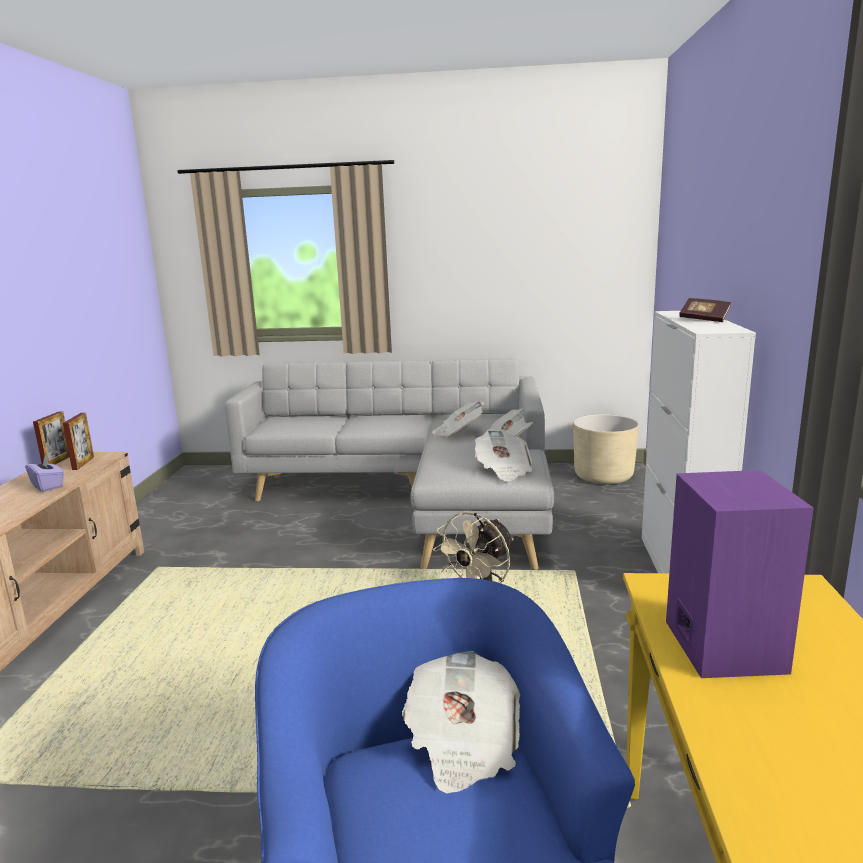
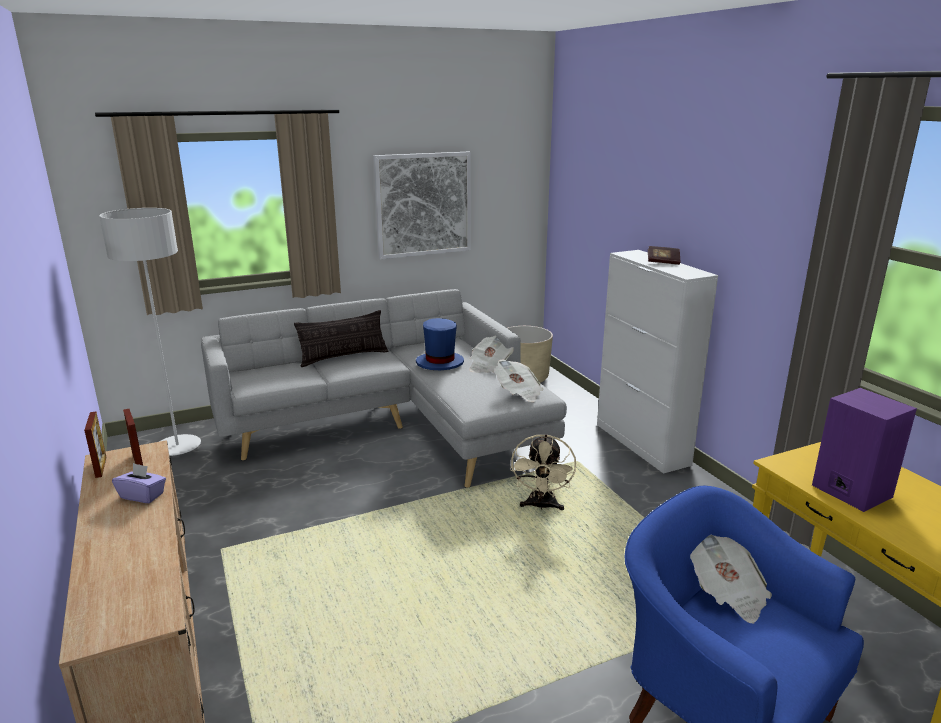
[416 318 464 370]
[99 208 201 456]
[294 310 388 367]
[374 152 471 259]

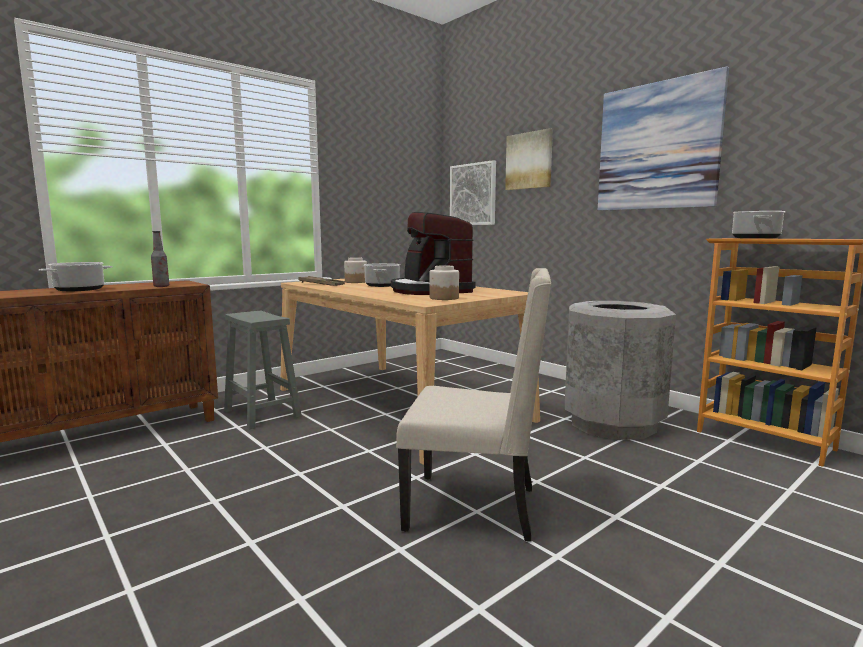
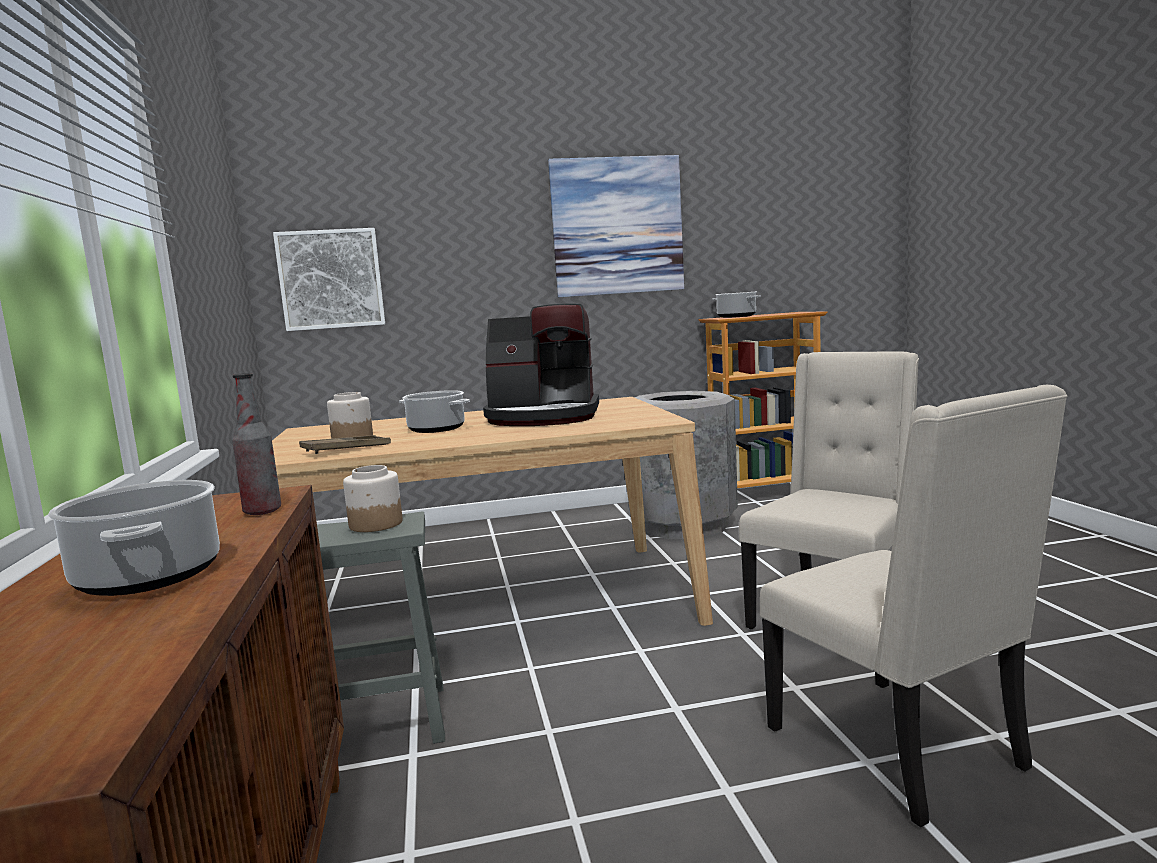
[343 465 402 532]
[505 128 553 190] (first image)
[760 385 1067 828]

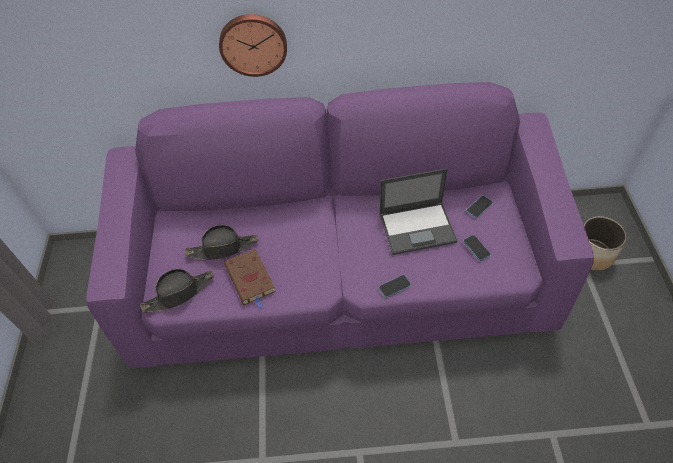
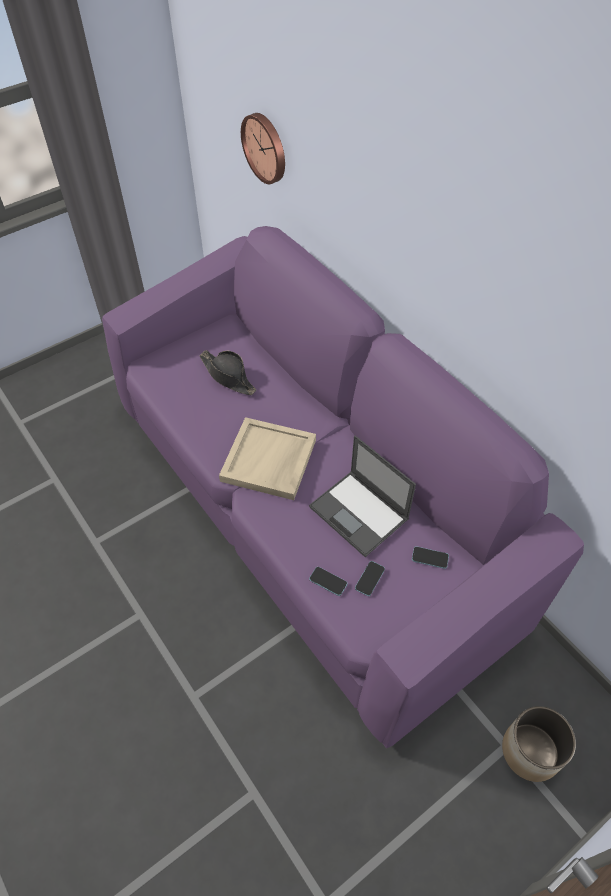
[140 269 214 312] (first image)
[241 113 285 184]
[224 249 276 309] (first image)
[309 567 347 596]
[219 417 316 500]

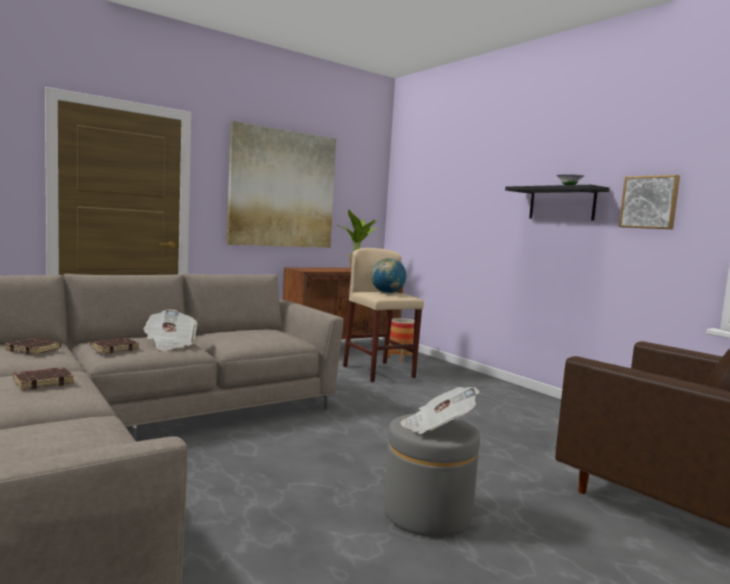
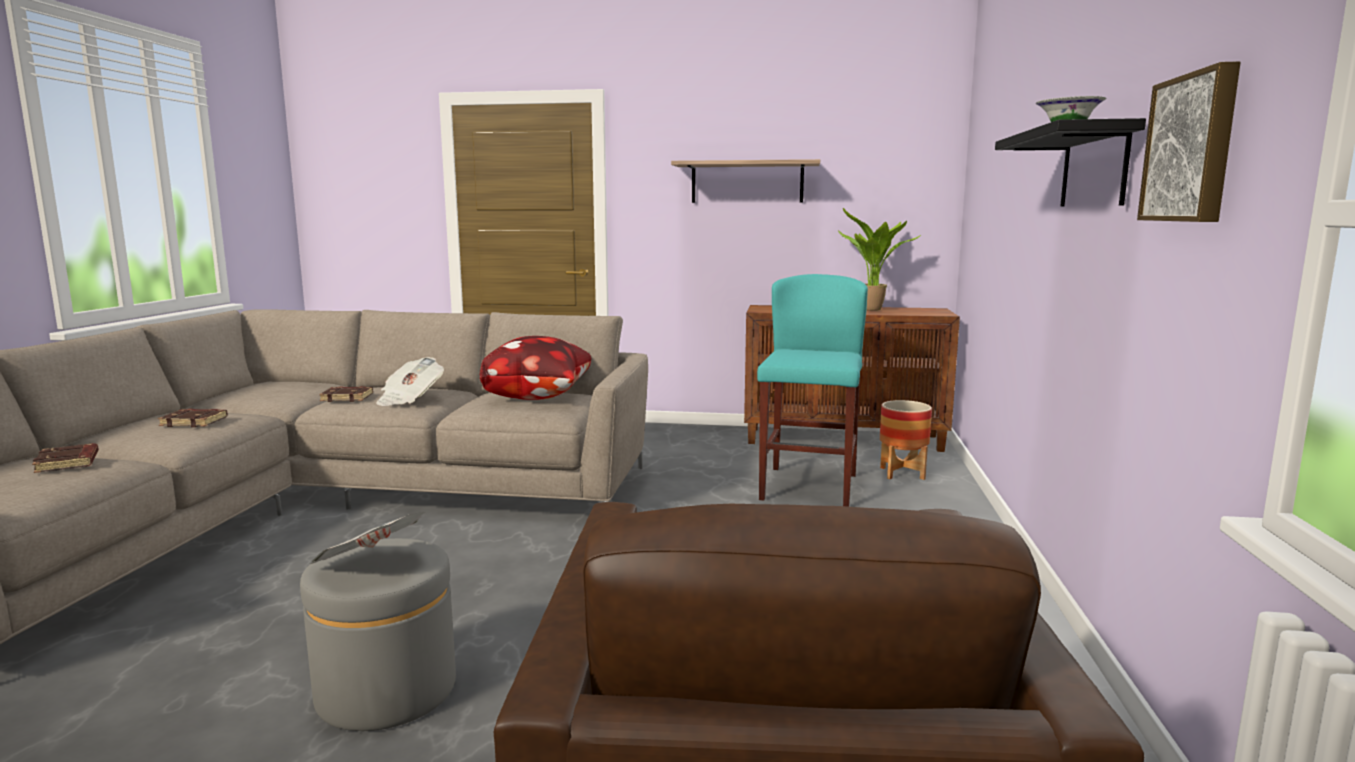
[32 443 99 473]
[671 159 820 203]
[757 274 868 507]
[371 258 406 294] (first image)
[480 336 591 400]

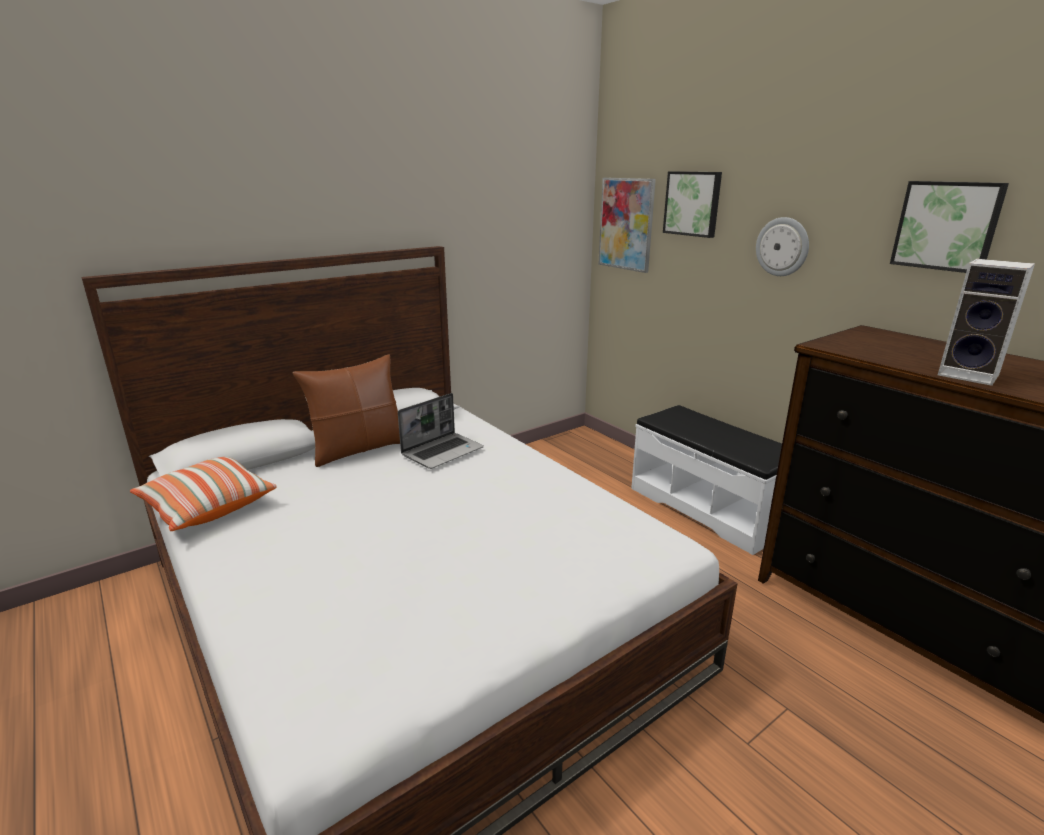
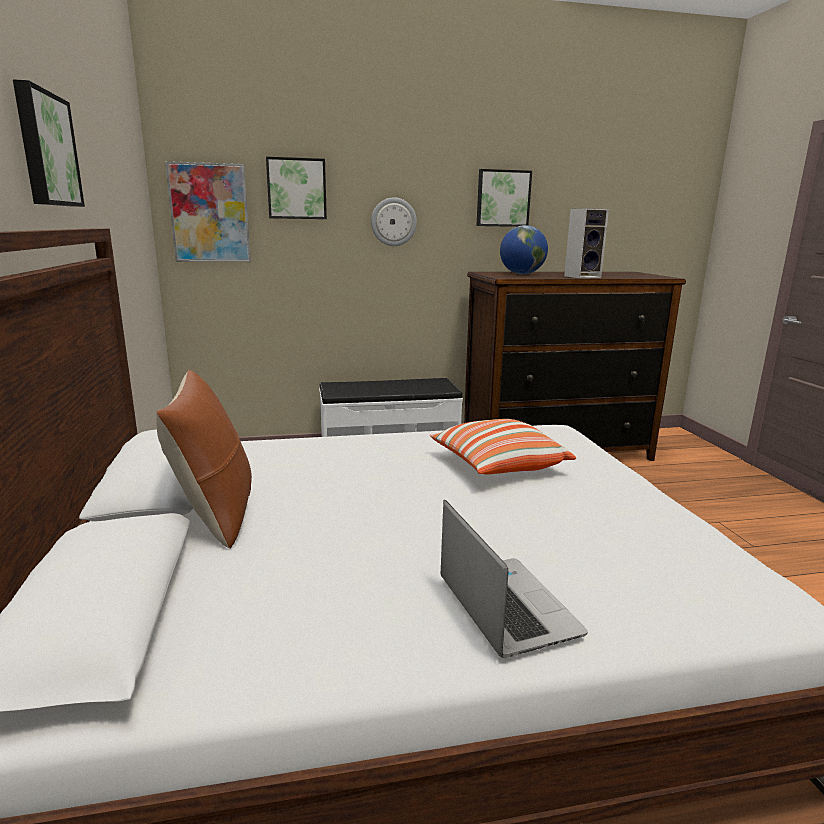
[430 419 576 475]
[441 500 588 658]
[13 79 85 207]
[500 225 548 274]

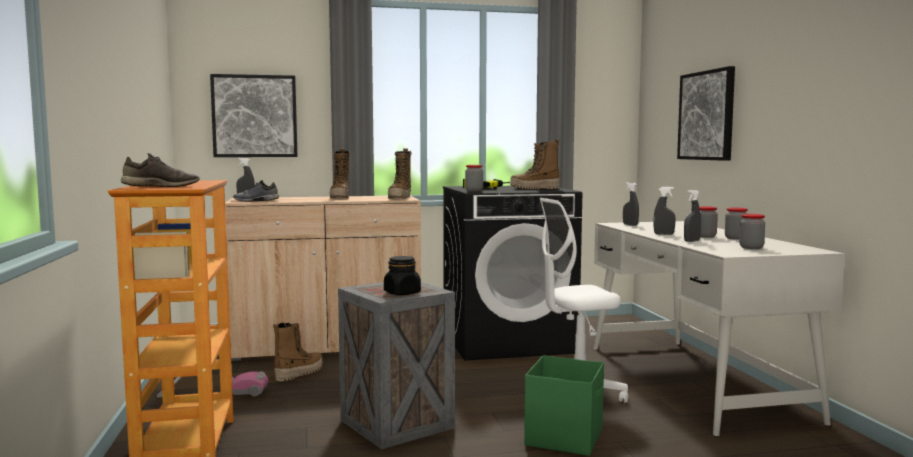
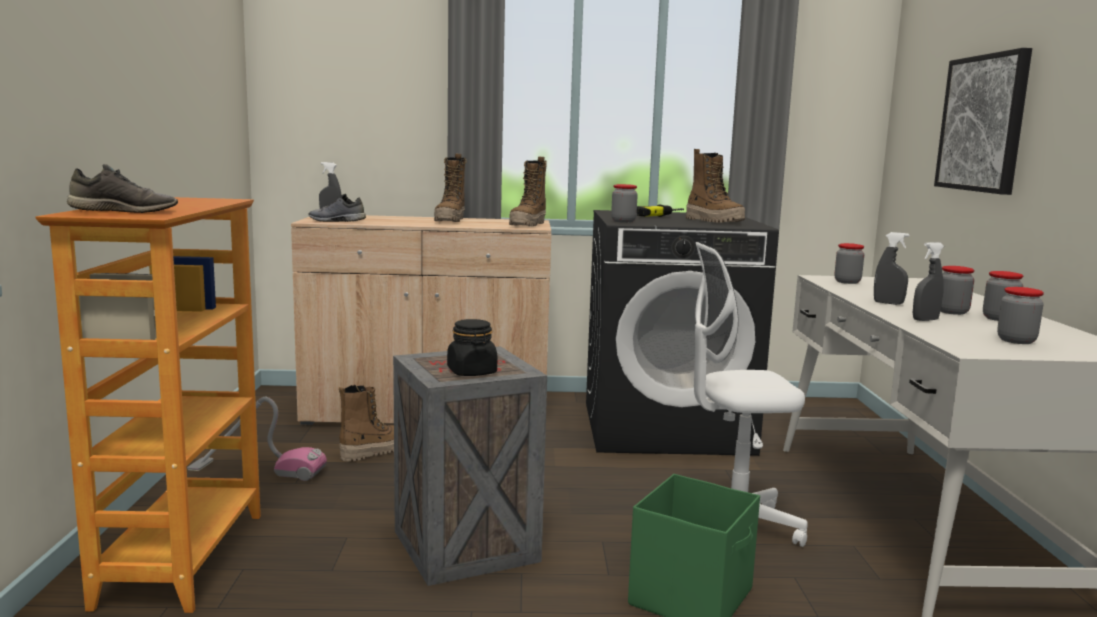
[210 74 297 157] (first image)
[686 149 745 223]
[835 243 864 284]

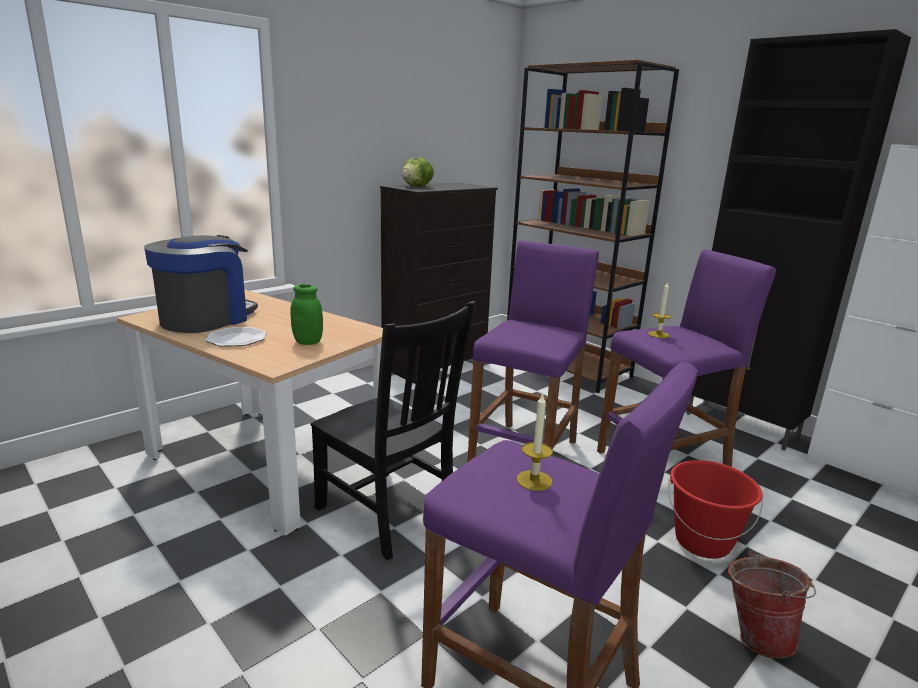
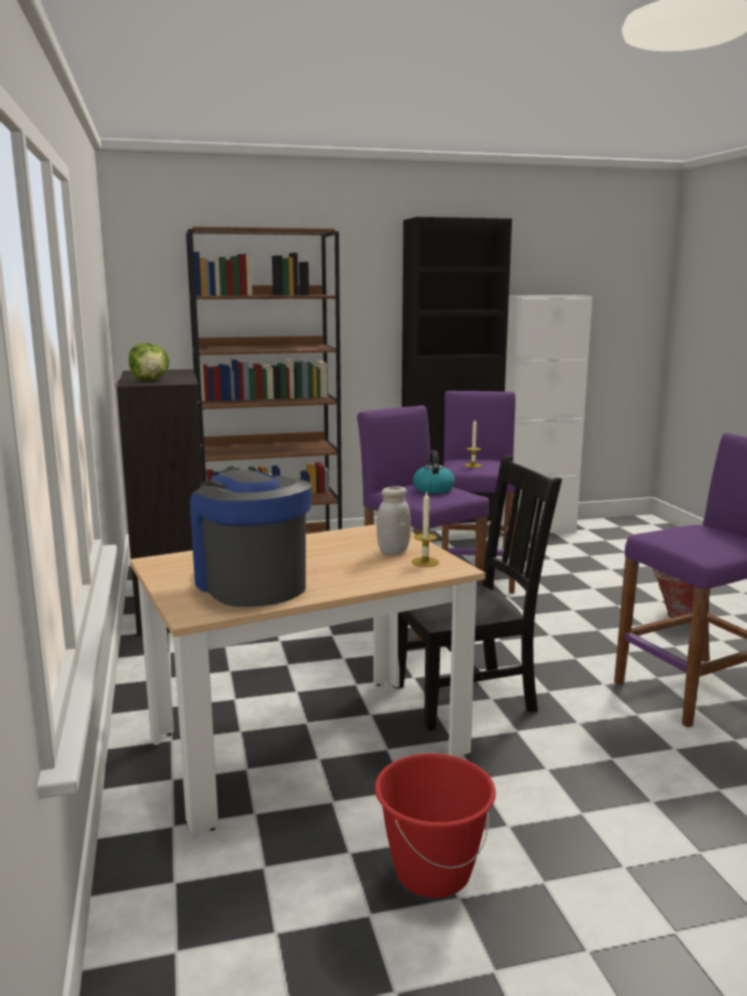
[206 327 267 347] (first image)
[377 486 411 555]
[412 491 439 567]
[375 753 496 898]
[413 450 455 494]

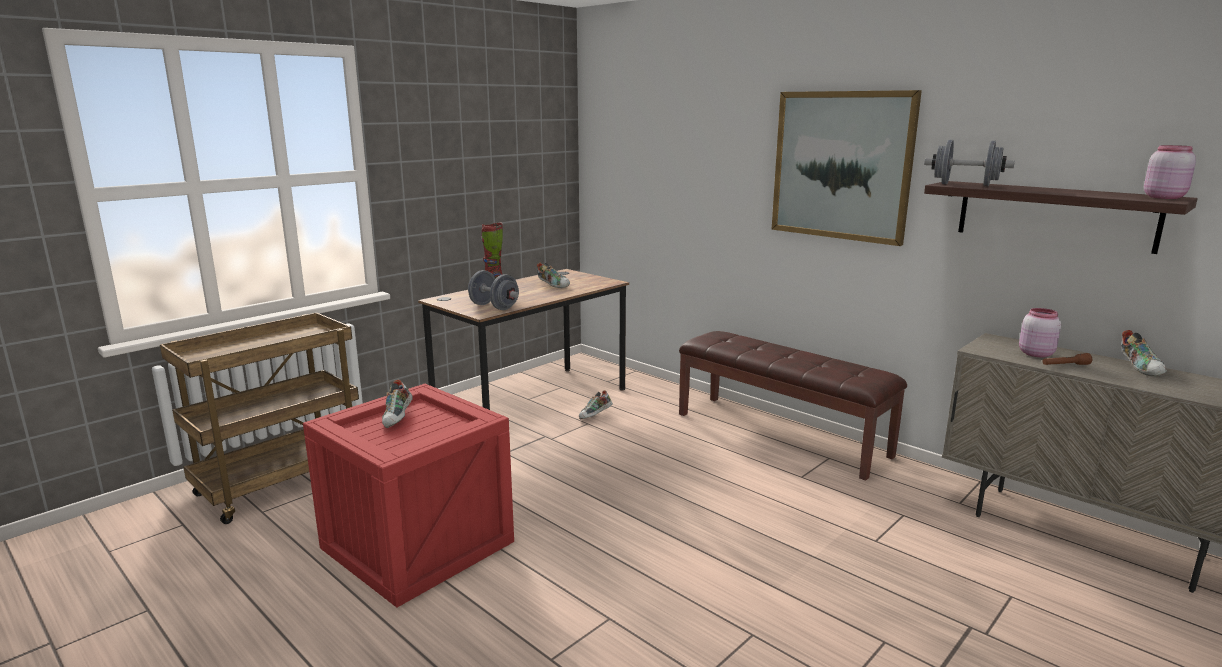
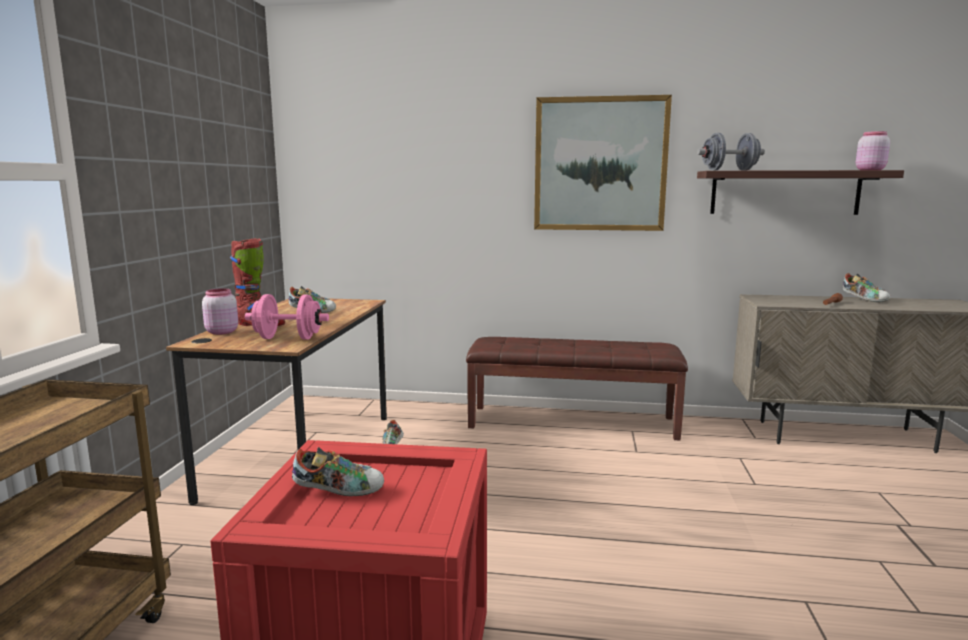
[292 447 384 496]
[245 294 329 339]
[202 288 238 335]

